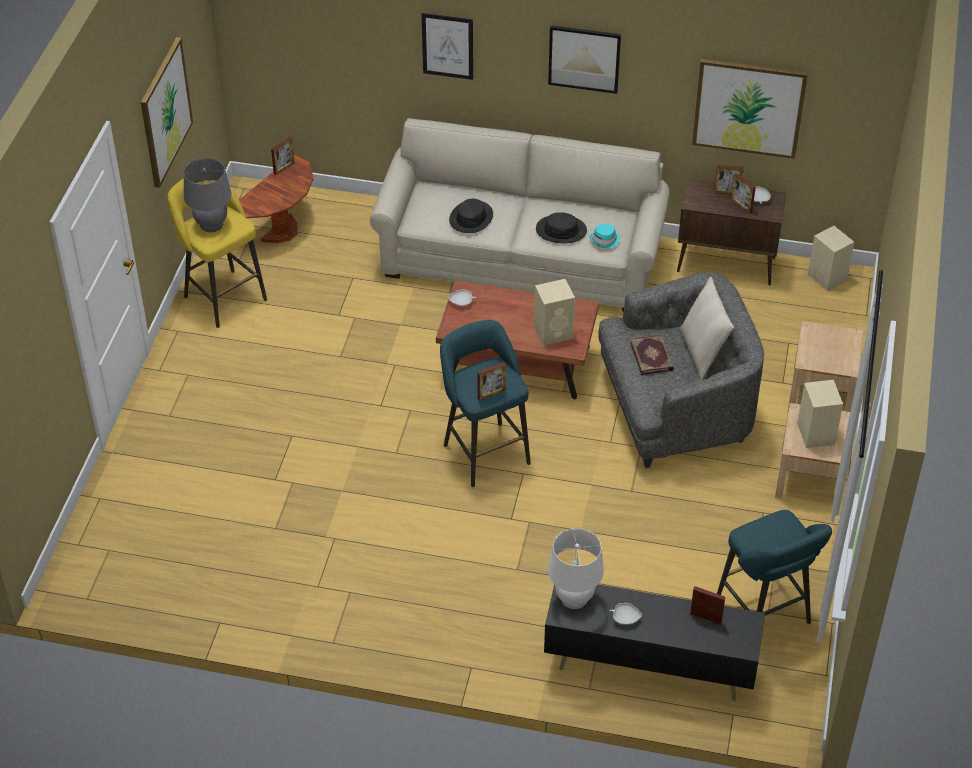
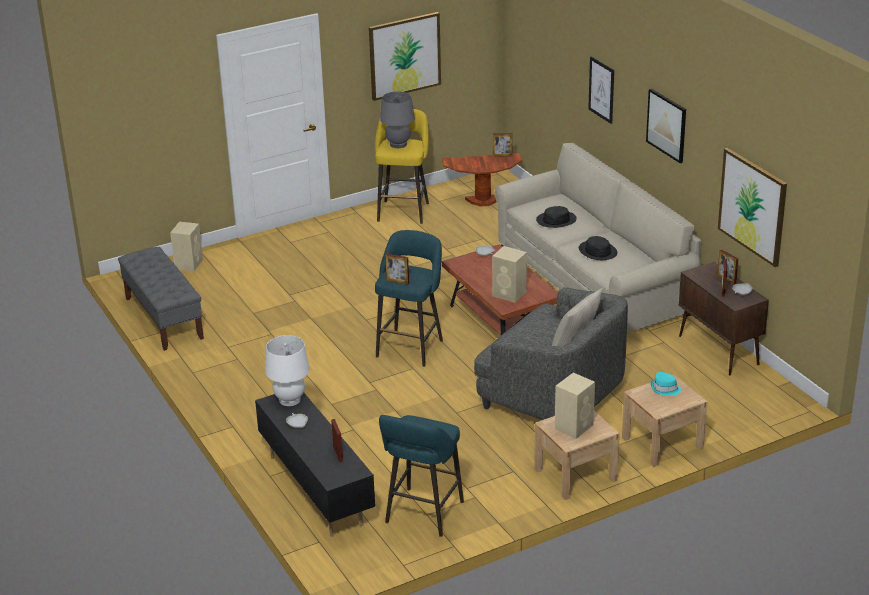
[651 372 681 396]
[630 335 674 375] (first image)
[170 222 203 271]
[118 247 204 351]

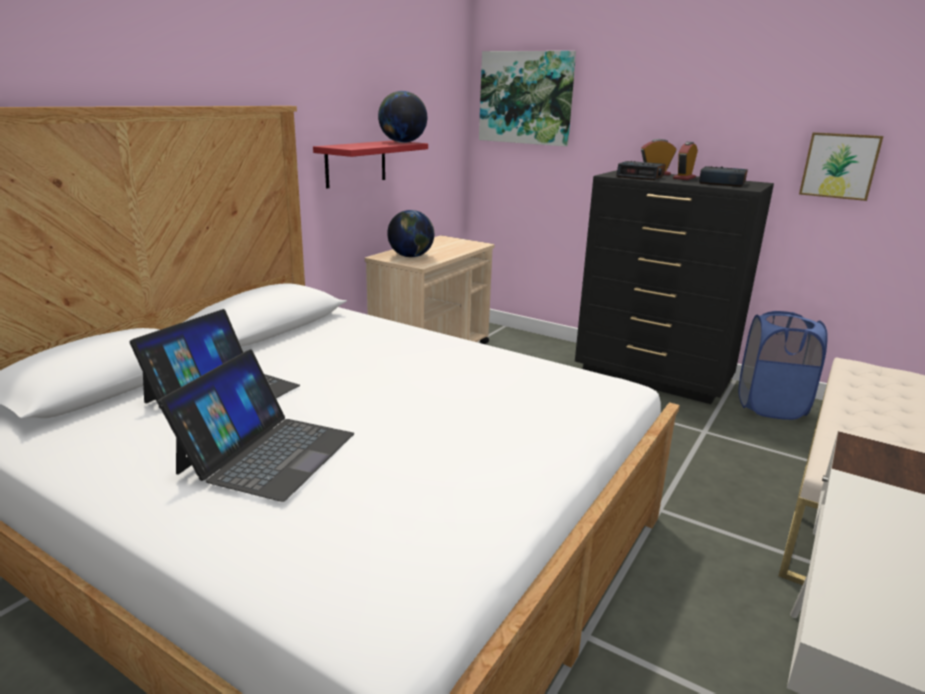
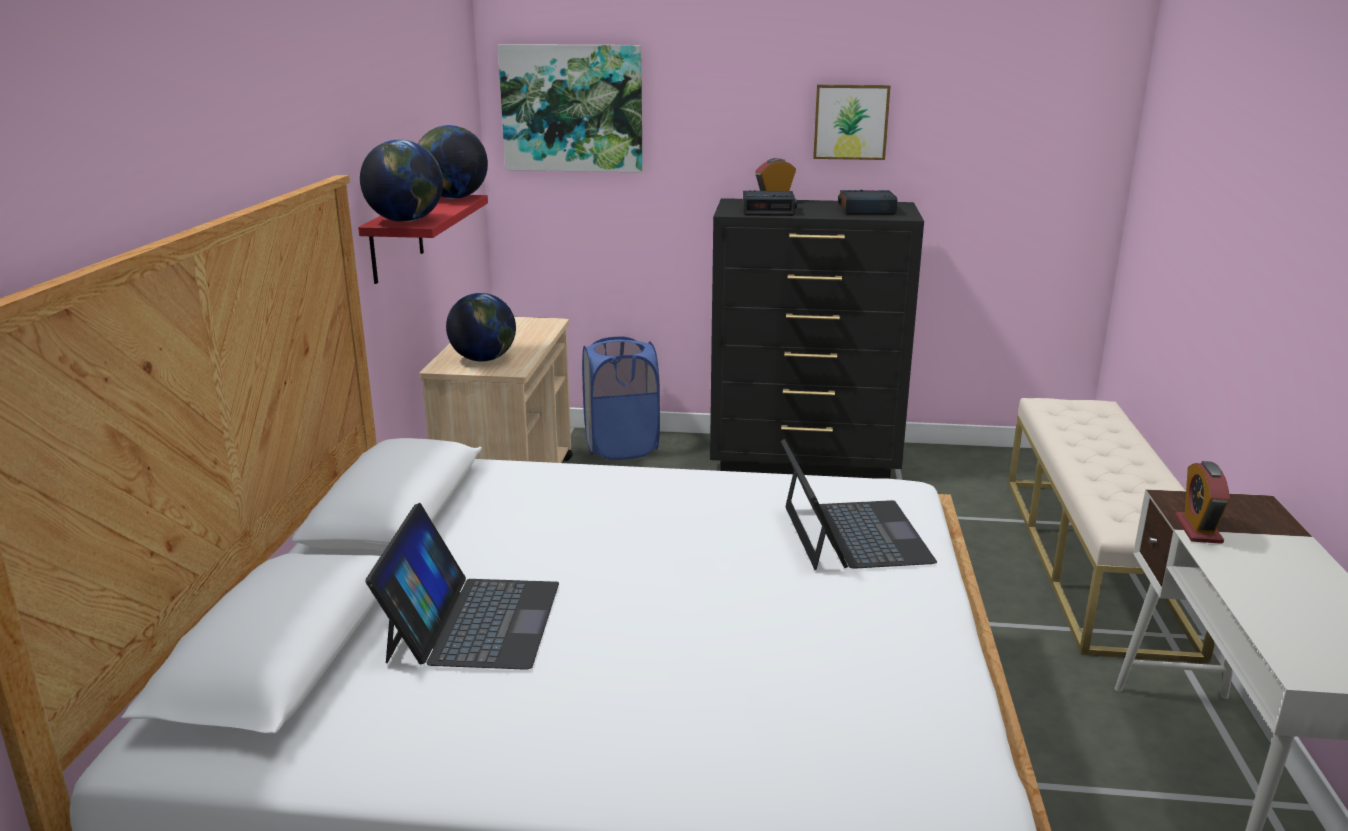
[781 439 937 570]
[1174 461 1230 544]
[582 336 660 460]
[813 85 890 160]
[360 140 443 222]

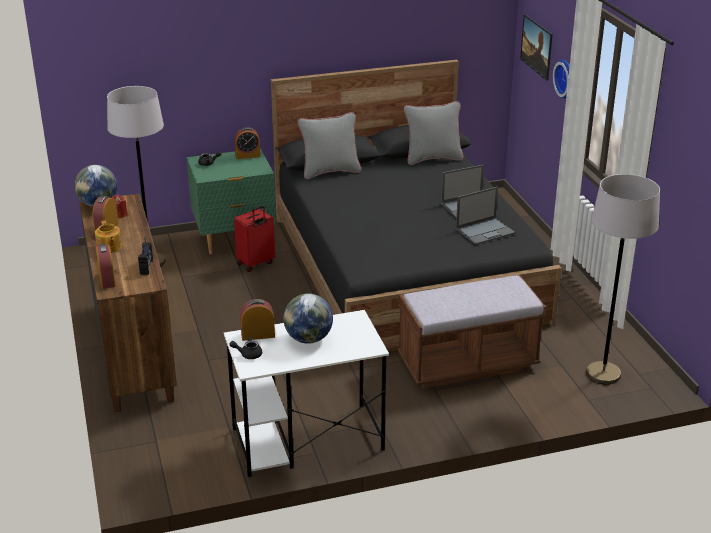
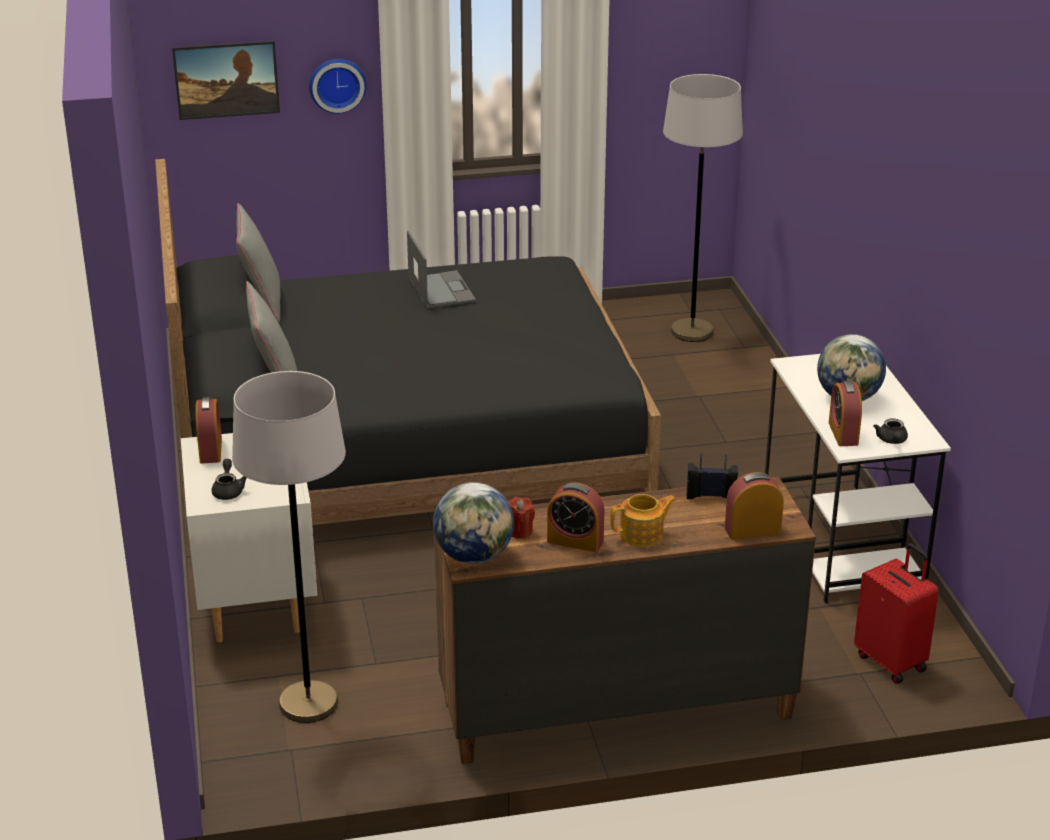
[181 433 317 642]
[854 544 939 684]
[397 275 546 389] (first image)
[456 187 515 245] (first image)

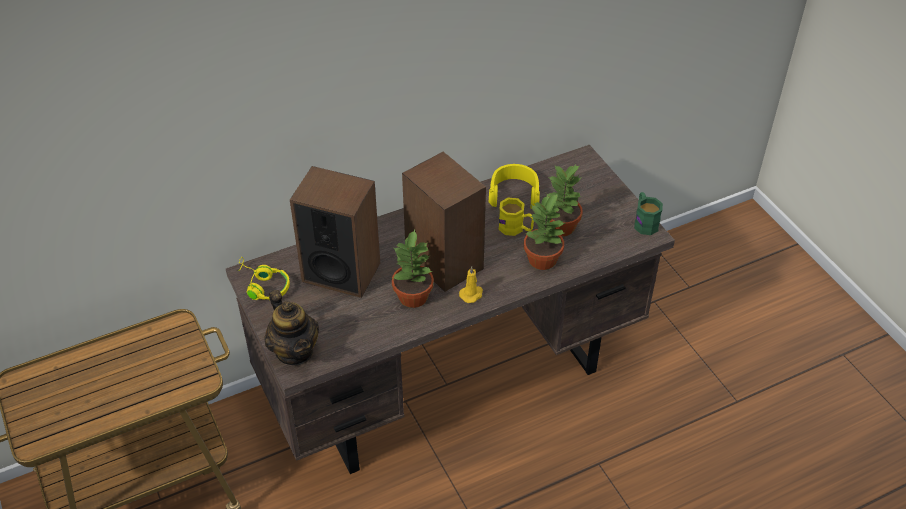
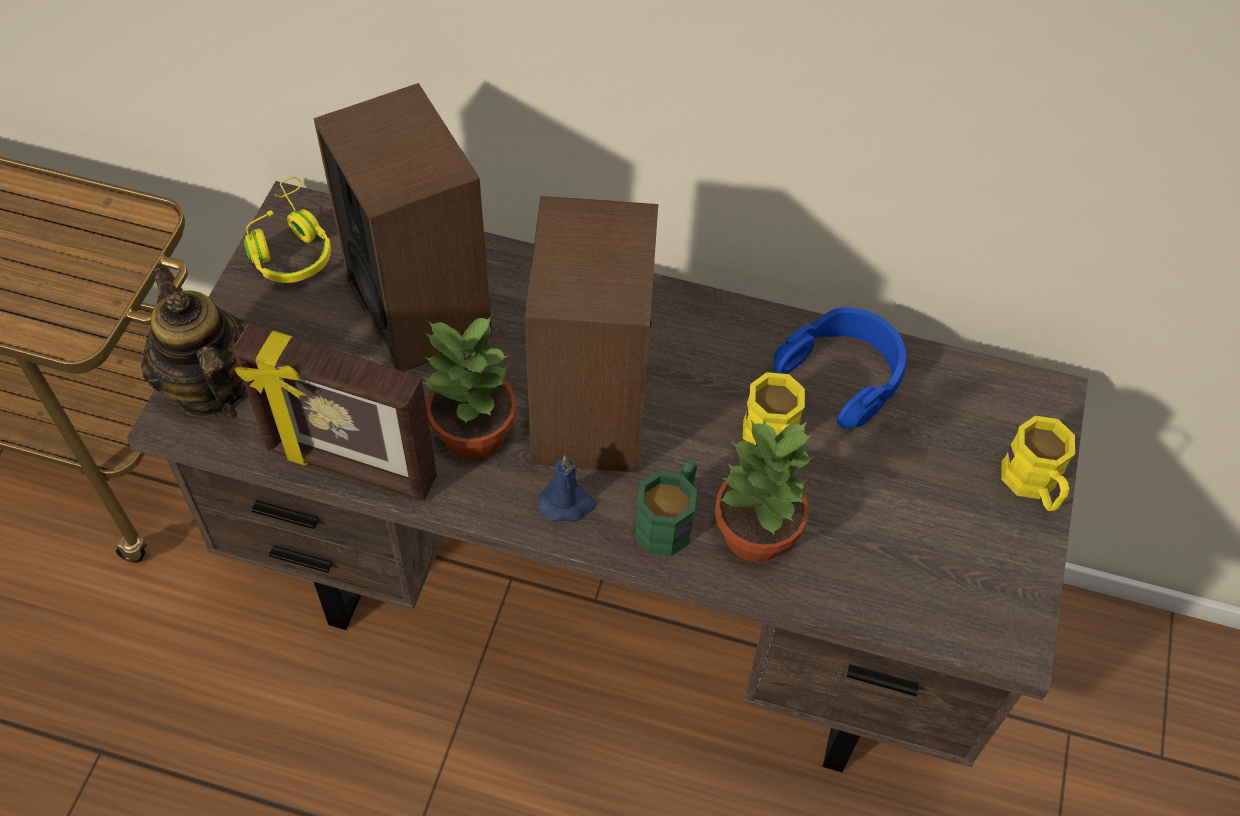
[141 267 247 420]
[539 456 596 522]
[774 308 906 429]
[546 165 583 237] (first image)
[634 459 697 556]
[232 324 437 501]
[1001 416 1075 511]

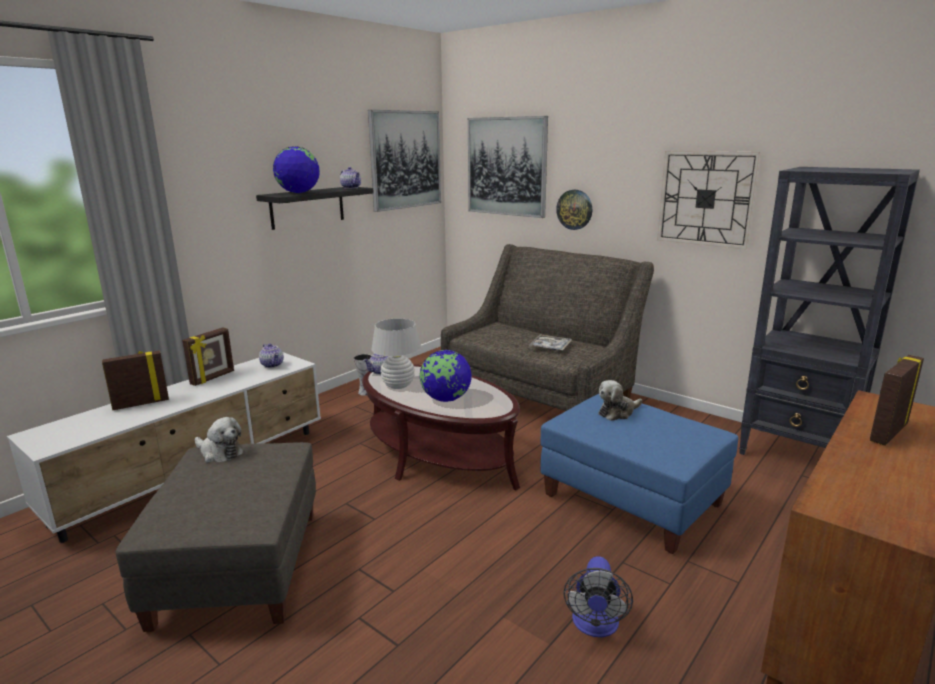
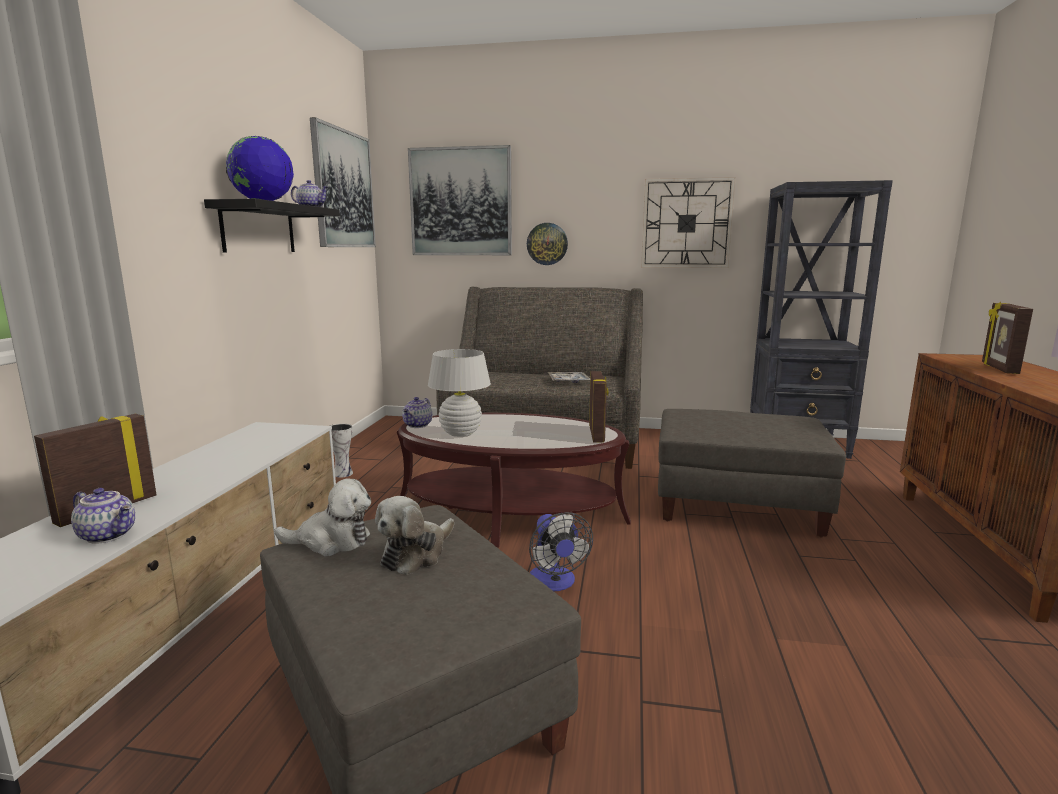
[589 371 608 443]
[71 488 135 544]
[420 350 472 402] (first image)
[658 409 846 537]
[529 512 593 591]
[375 496 454 575]

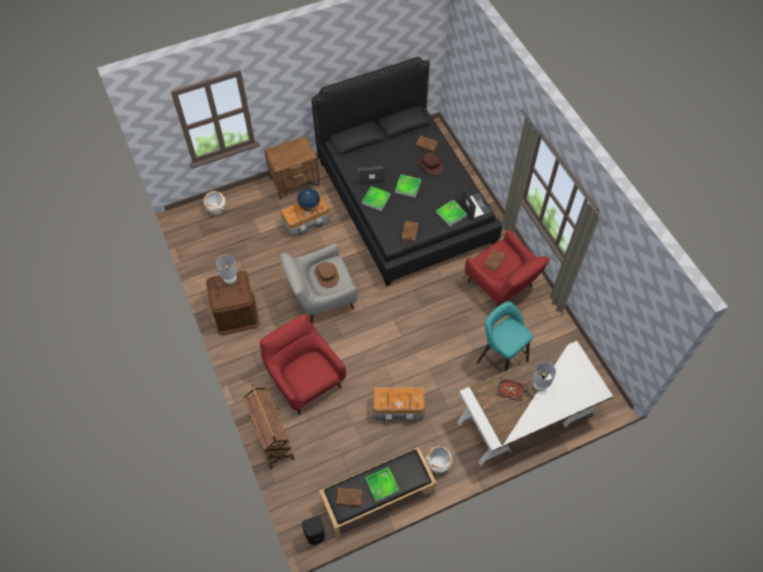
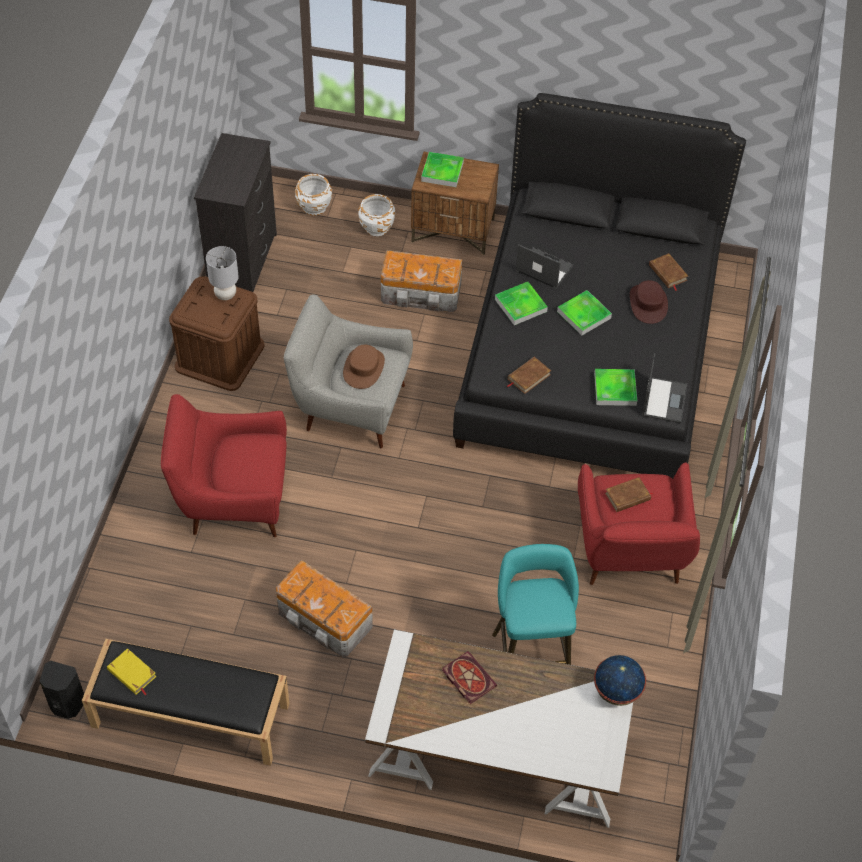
[243 385 294 469] (first image)
[161 394 287 537]
[594 655 646 706]
[107 648 156 695]
[421 152 464 187]
[358 194 395 236]
[533 362 556 392] (first image)
[194 133 277 292]

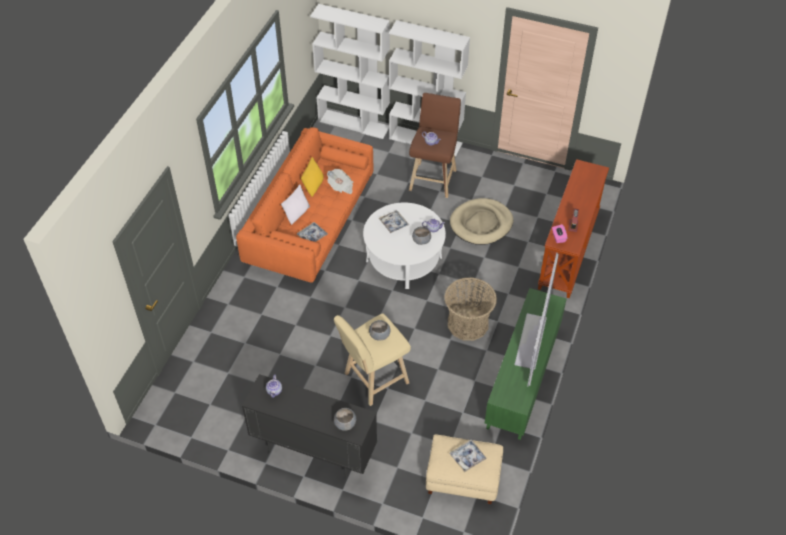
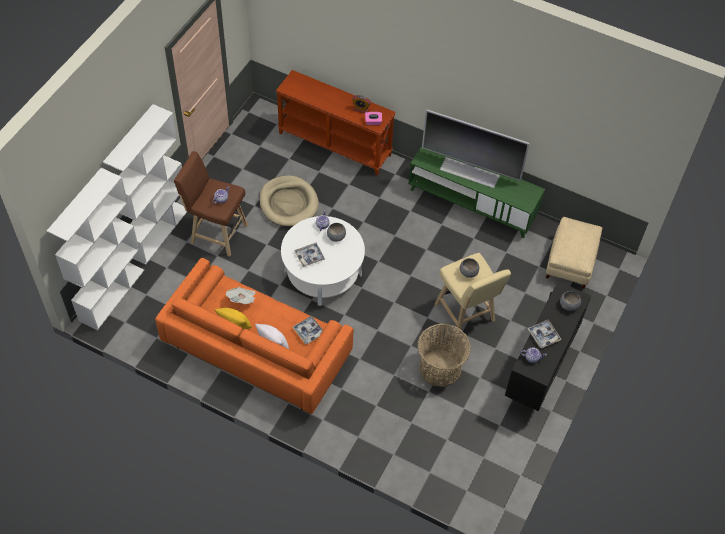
[418 324 471 387]
[527 320 562 349]

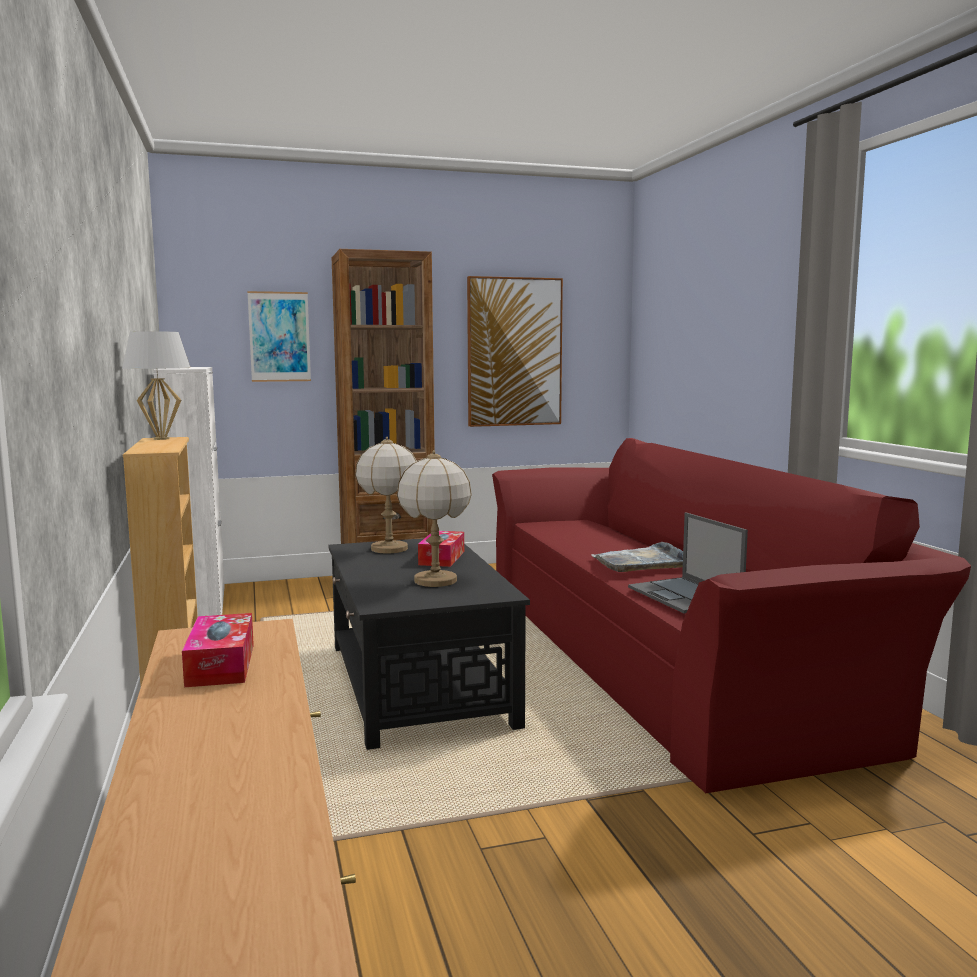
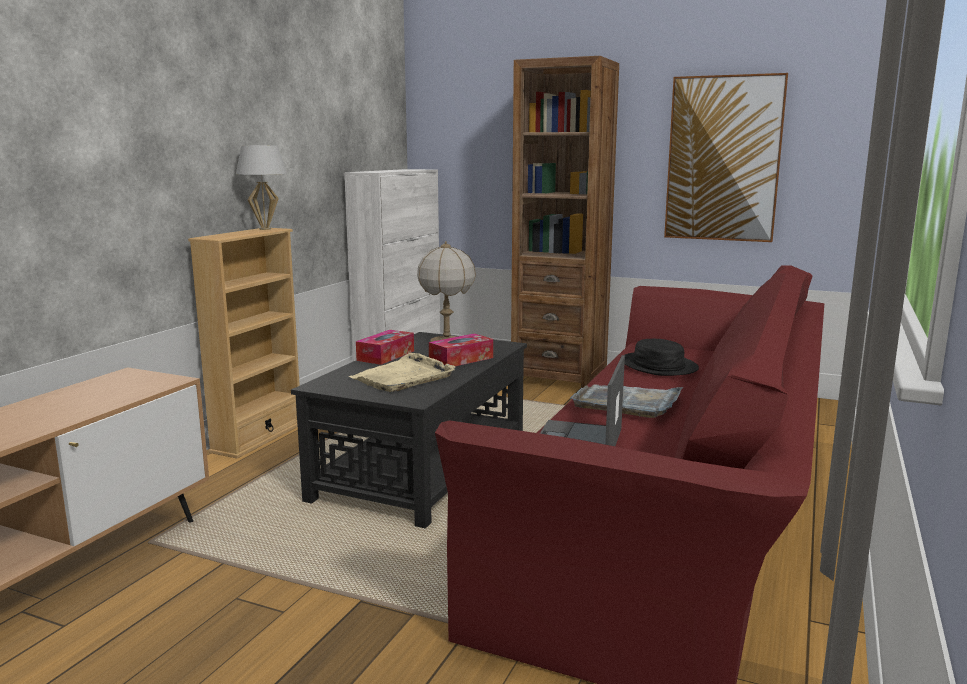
[356 330 414 365]
[247 291 311 382] (first image)
[348 353 455 392]
[624 339 699 376]

